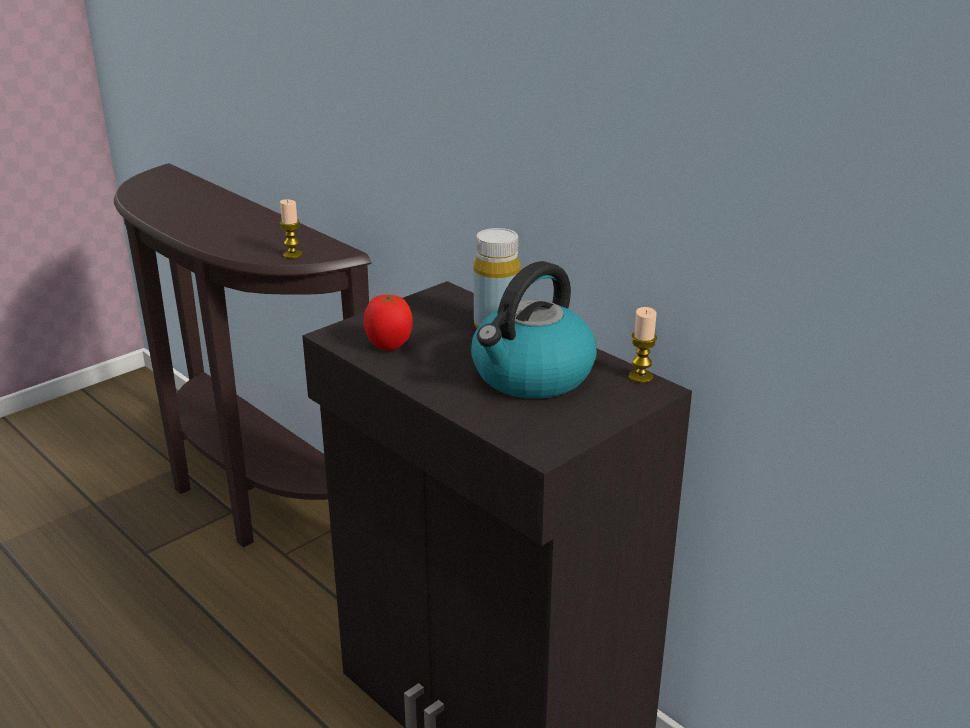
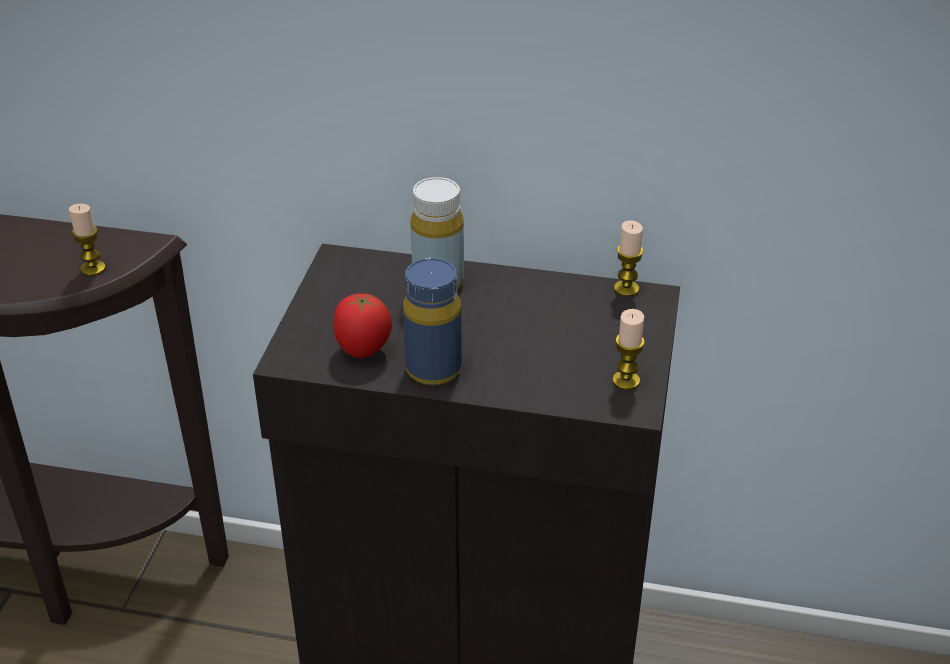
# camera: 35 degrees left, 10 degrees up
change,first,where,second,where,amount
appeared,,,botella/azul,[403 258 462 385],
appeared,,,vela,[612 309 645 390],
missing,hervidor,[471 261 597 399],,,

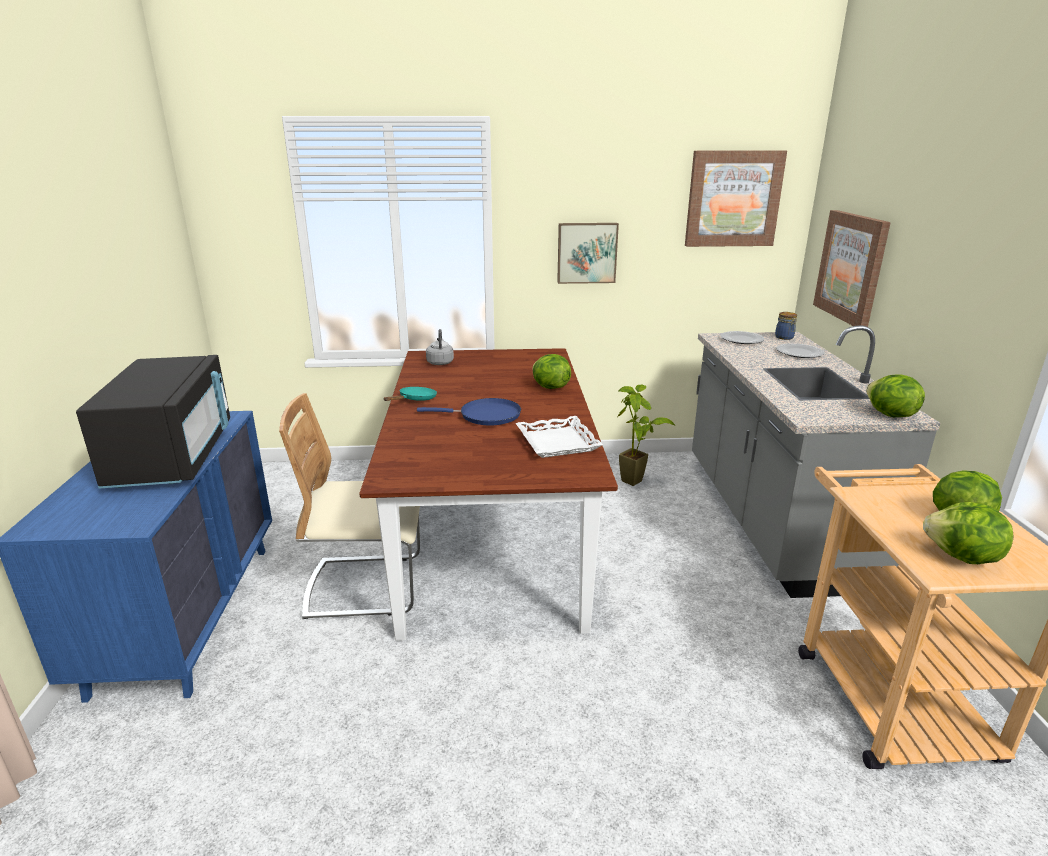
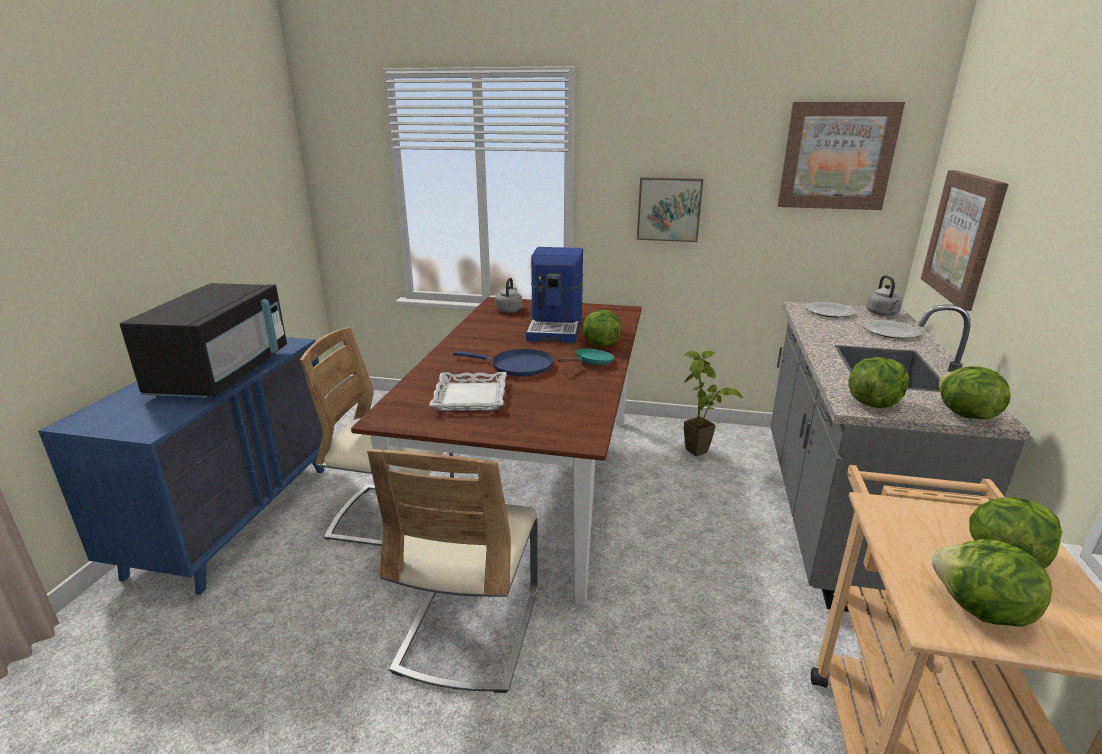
# camera: 15 degrees right, 0 degrees up
change,first,where,second,where,amount
appeared,,,silla/beis,[367 449 538 693],
relocated,bandeja/blanco,[516 416 603 458],,[429 372 507 411],
appeared,,,cafetera,[526 247 583 343],
relocated,sartén/turquesa,[383 387 437 401],,[558 349 614 365],
appeared,,,lechuga,[849 357 909 408],
exchanged,tarro,[775 312 797 340],hervidor/gris,[866 275 902 316],

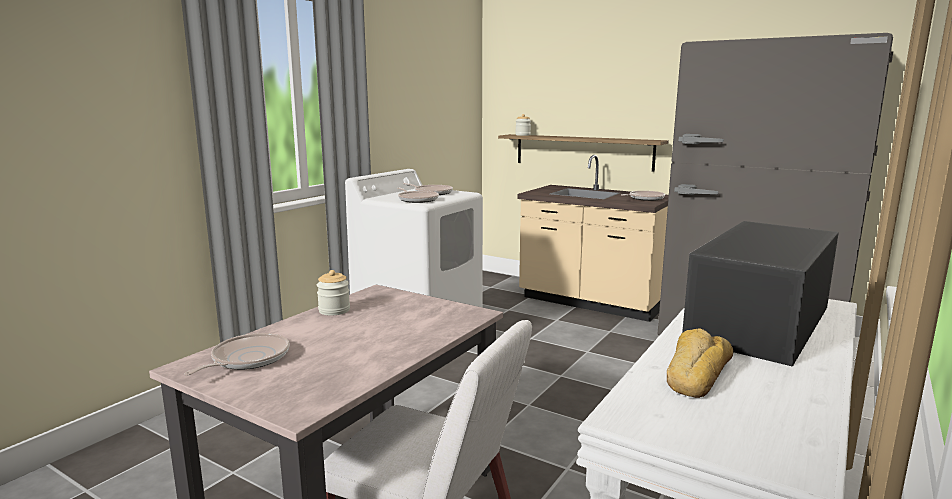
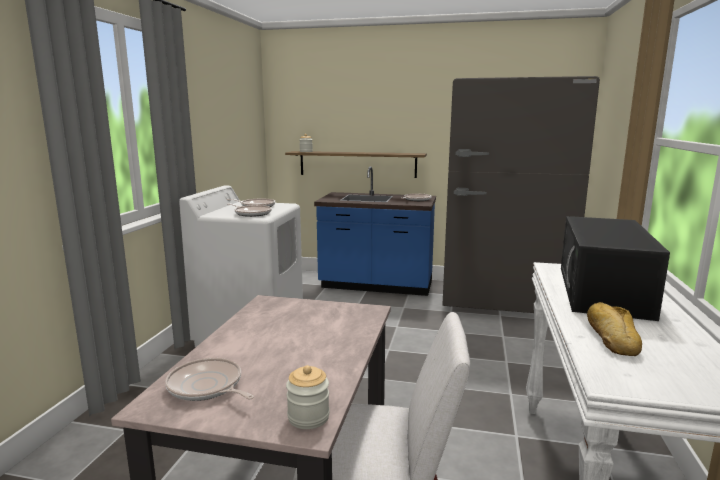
# camera: 20 degrees left, 0 degrees up
change,first,where,second,where,amount
spun,sartén,[184 333 290 375],,[165 358 254 401],60 degrees counterclockwise
relocated,tarro,[317 270 350 316],,[286 365 330 429],
colour,mueble bajo de cocina/beis,[518 155 669 322],mueble bajo de cocina/azul,[314 166 436 296],

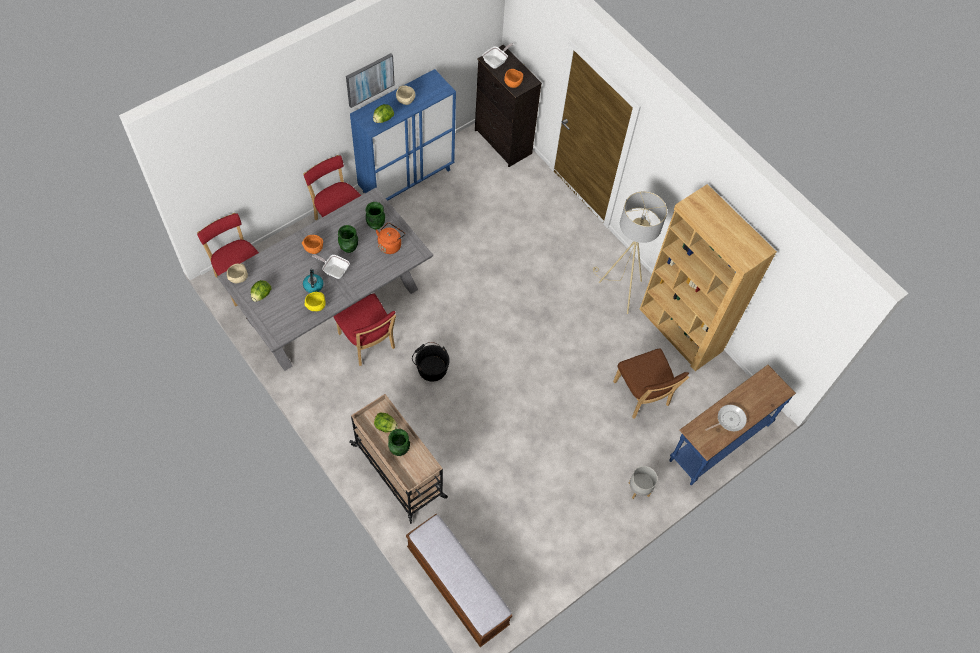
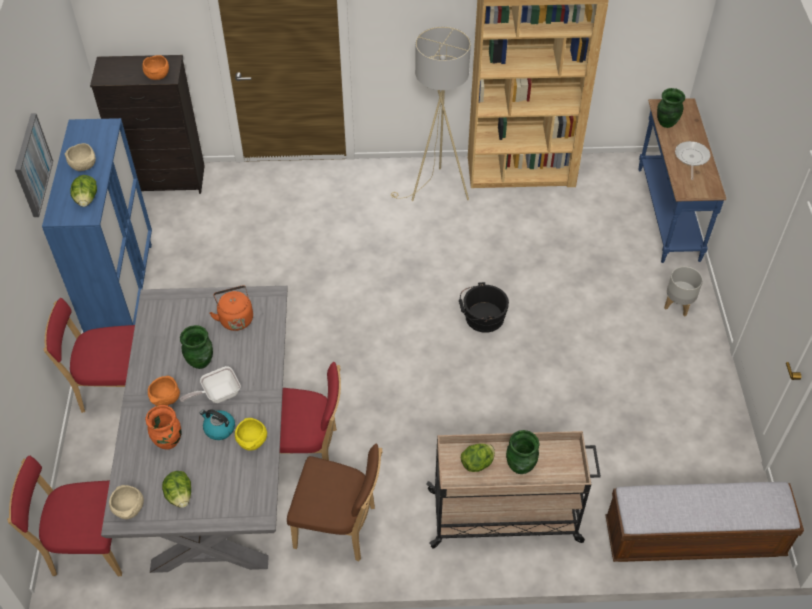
# camera: 50 degrees left, 10 degrees down
change,first,where,second,where,amount
appeared,,,florero/naranja,[145 405 181 450],
relocated,silla/marrón,[613 349 689 418],,[287 444 383 562],
relocated,cubo/negro,[412 342 450 382],,[459 282 509 333],
relocated,florero/verde,[366 202 385 230],,[657 88 685 128],
missing,sartén,[482 43 514 69],,,

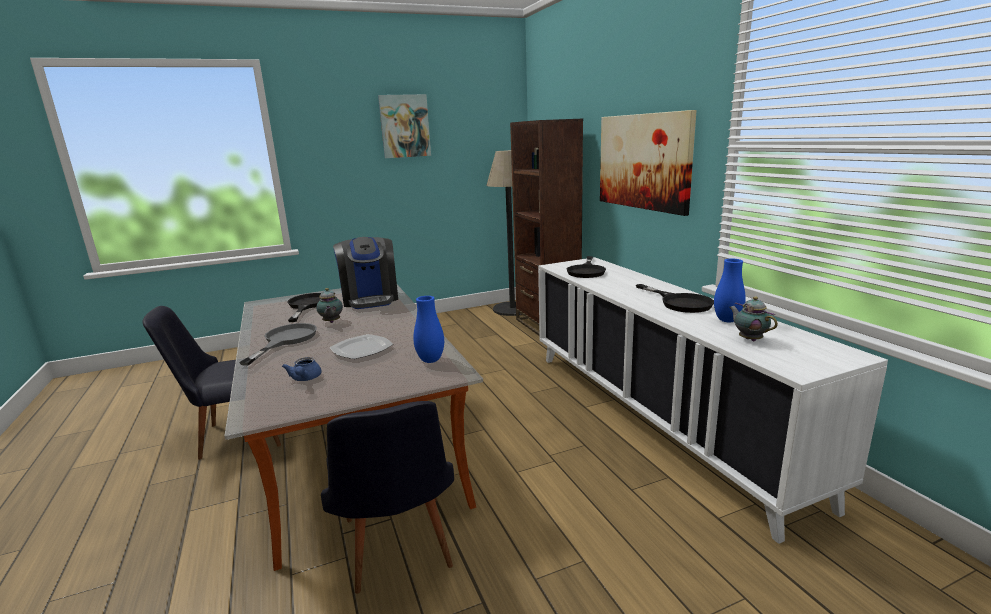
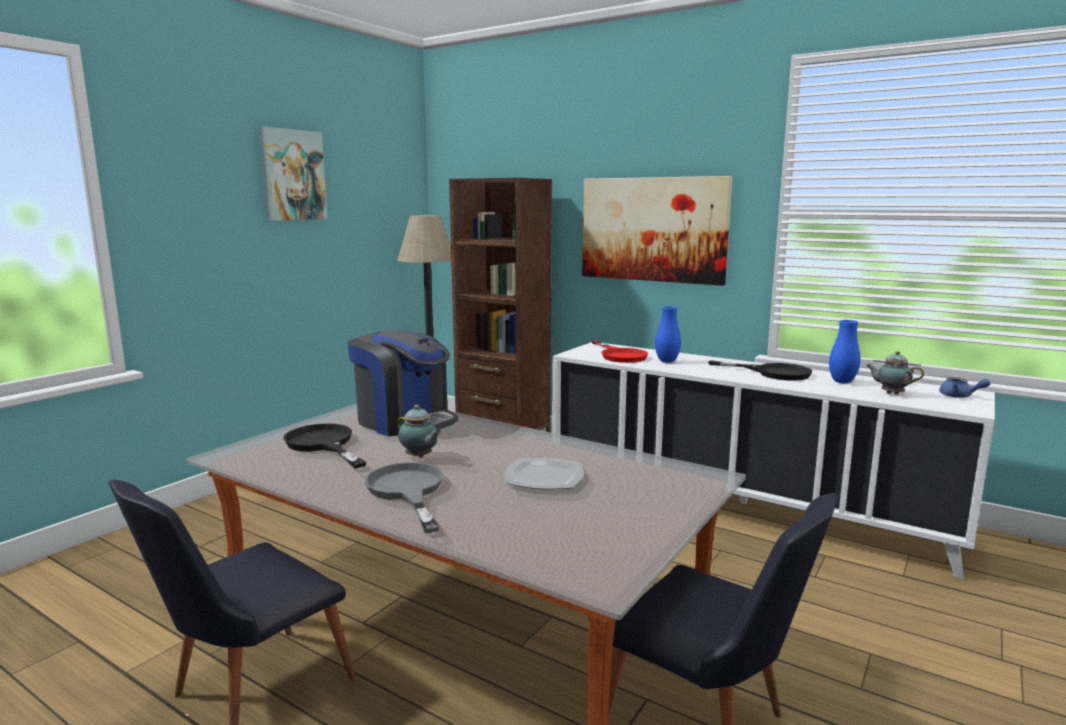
# camera: 35 degrees left, 5 degrees down
change,first,where,second,where,amount
colour,sartén/negro,[567 256 606 278],sartén/rojo,[592 340 648 363],
relocated,florero/azul,[413 296 444 363],,[655 306 681 363],
relocated,tetera/azul,[282 357 321 381],,[939 377 991 398],

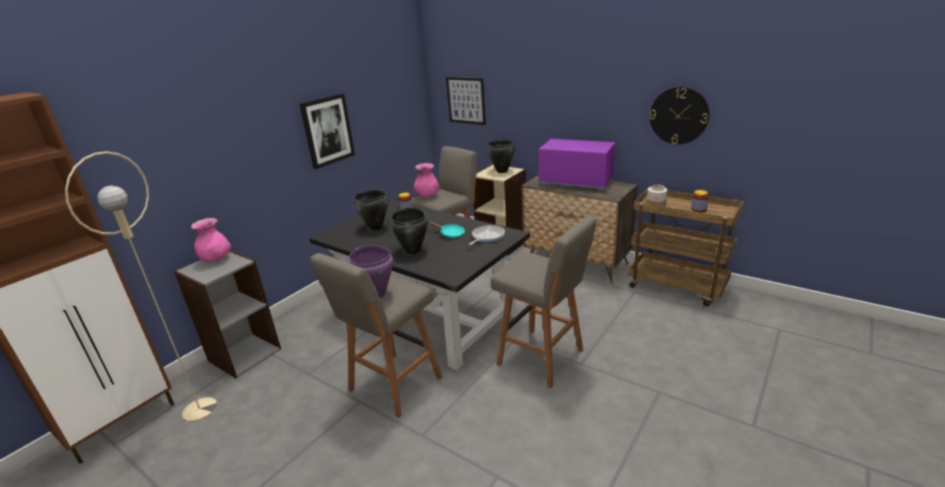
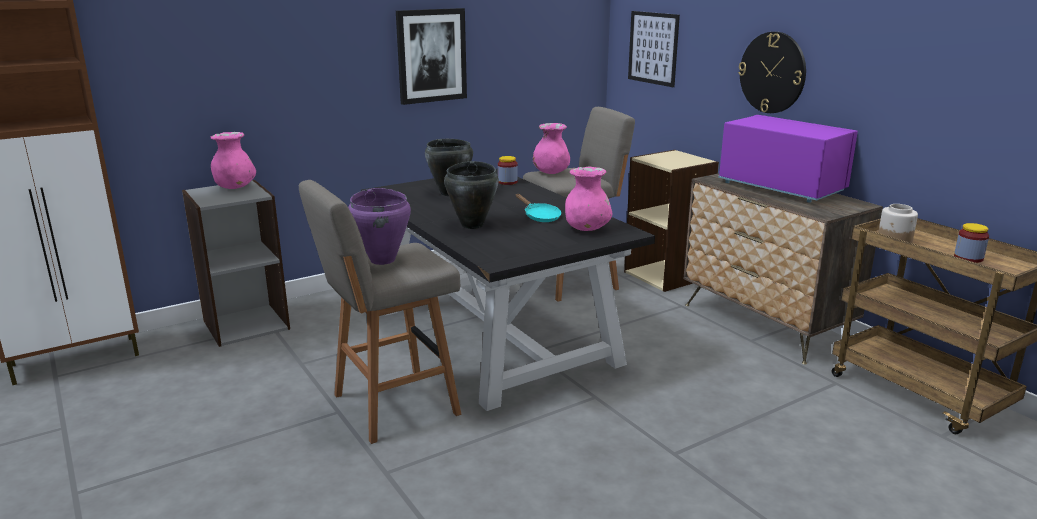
# camera: 20 degrees right, 5 degrees down
change,first,where,second,where,amount
exchanged,sartén,[469 225 505 245],florero/rosa,[565 167 612 231],
relocated,reloj de pared,[650 87 709 144],,[738 32 806 113],
missing,lámpara de pie/beis,[65 151 217 422],,,
missing,olla/negro,[487 140 515 173],,,
missing,taburete/gris,[491 216 597 388],,,

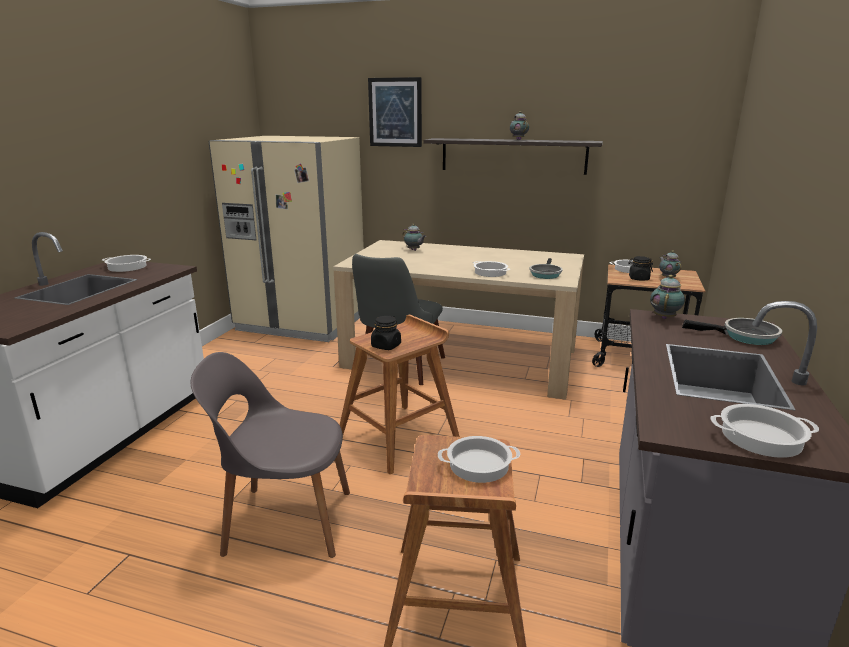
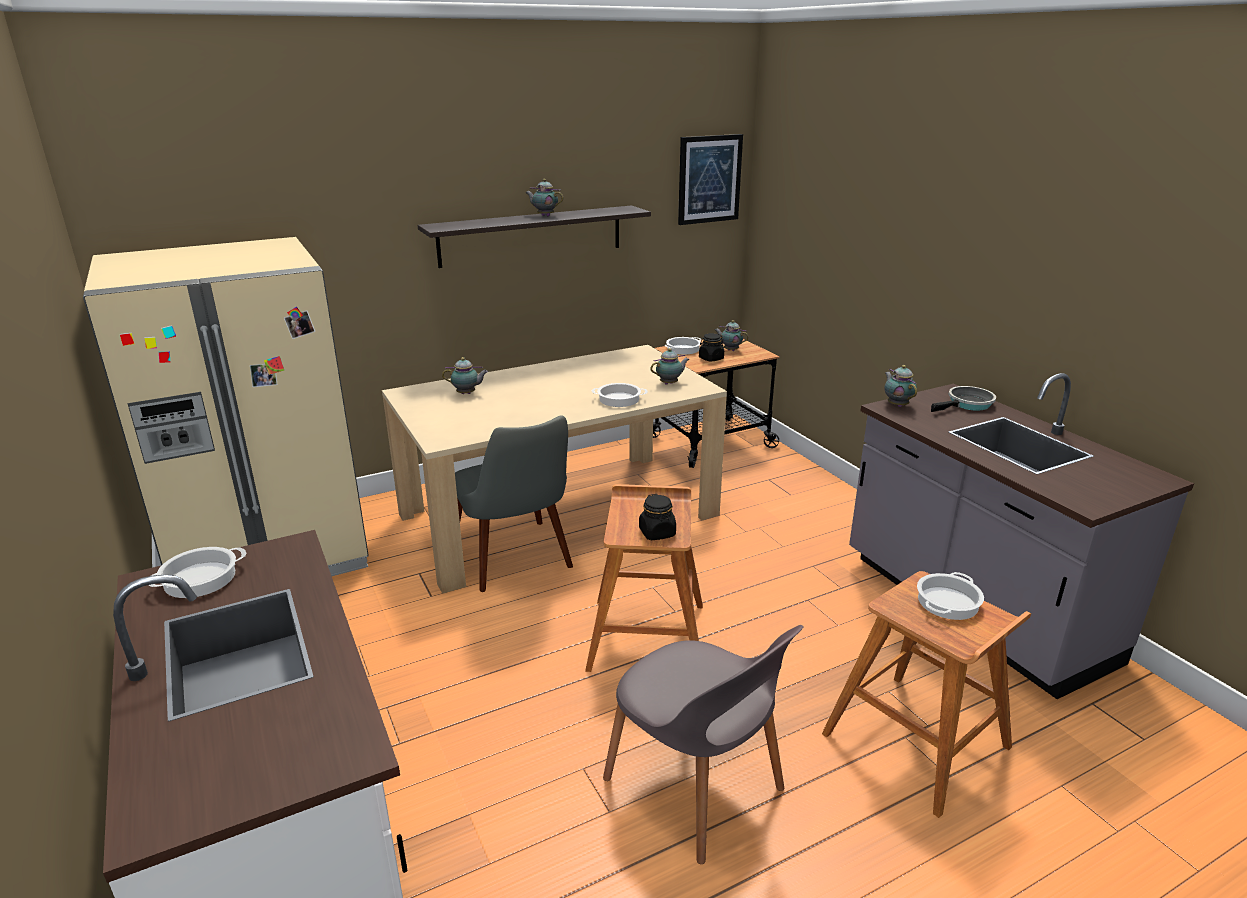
# camera: 45 degrees left, 5 degrees up
change,first,where,second,where,amount
spun,silla/gris,[191 352 350 558],,[603 625 804 864],90 degrees counterclockwise
exchanged,sartén,[530 258 562 279],tetera,[650 348 690 385],
relocated,cuadro,[368 77 422 147],,[678 134 743 225],
missing,olla,[710 404 819 458],,,

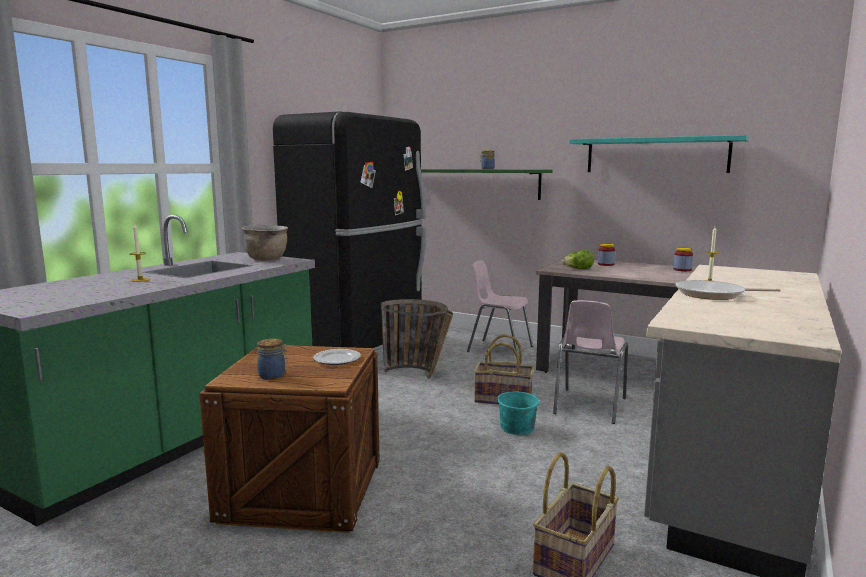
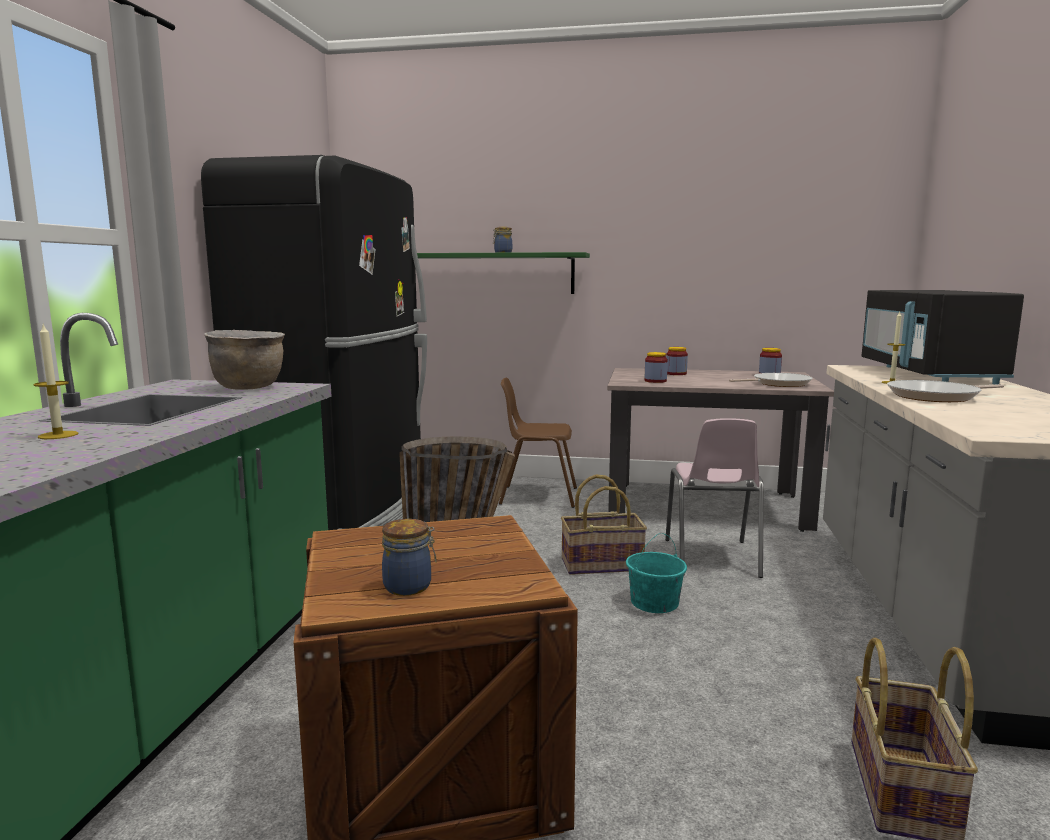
# camera: 20 degrees left, 0 degrees up
change,first,where,second,where,amount
colour,silla/rosa,[467 260 533 356],silla/marrón,[499 378 577 508],
exchanged,lechuga,[561 250 594 269],tarro,[645 352 668 383],
appeared,,,sartén,[729 373 813 387],
appeared,,,microondas/negro,[862 290 1024 385],
missing,plato,[313 349 361 365],,,
missing,estante/turquesa,[569 135 748 173],,,

